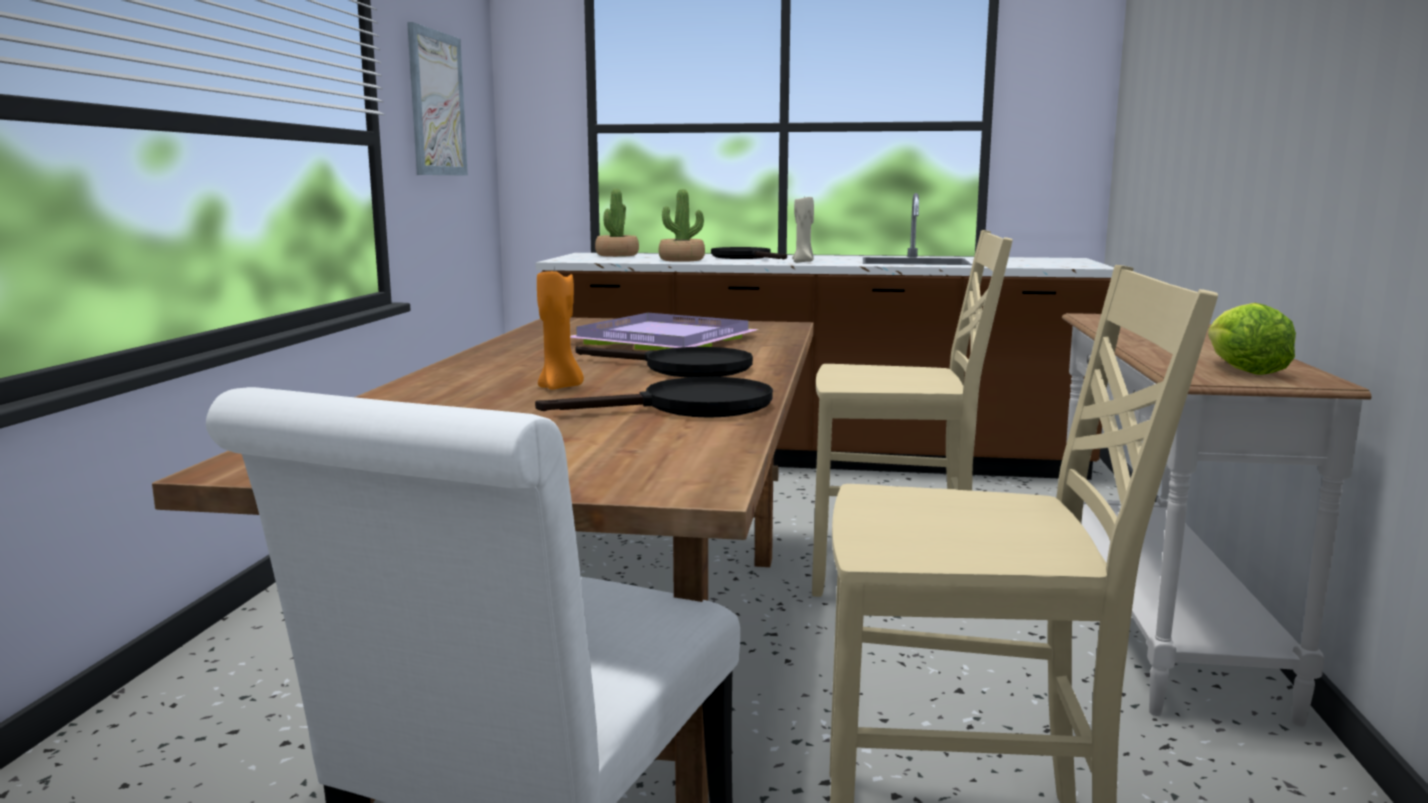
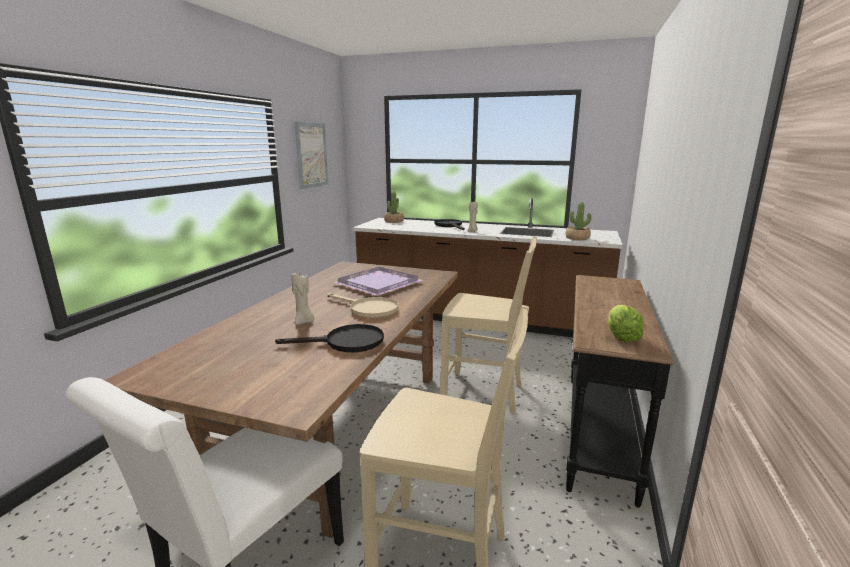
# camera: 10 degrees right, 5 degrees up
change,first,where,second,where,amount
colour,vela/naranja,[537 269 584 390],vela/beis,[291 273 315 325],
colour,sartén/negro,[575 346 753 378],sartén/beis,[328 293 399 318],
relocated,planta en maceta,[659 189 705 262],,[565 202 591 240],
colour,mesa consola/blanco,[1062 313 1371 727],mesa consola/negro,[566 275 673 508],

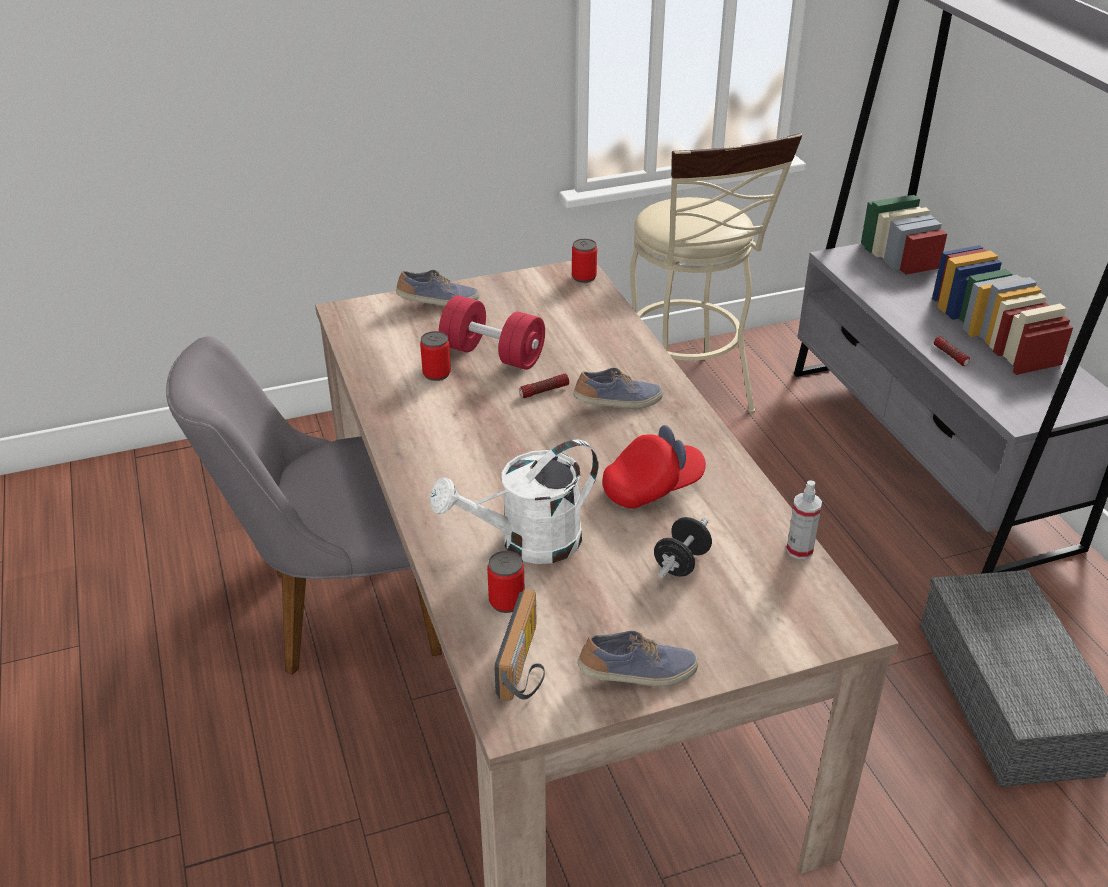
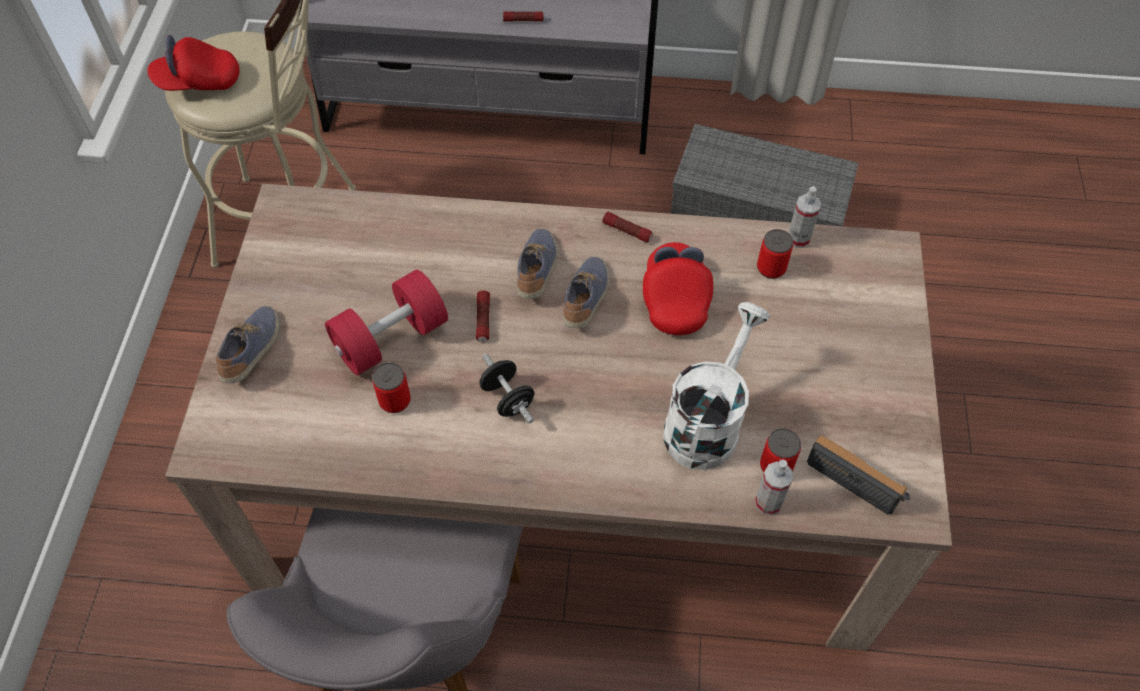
# camera: 65 degrees left, 20 degrees up
change,first,where,second,where,amount
appeared,,,gorra/rojo,[147 35 240 91],
relocated,mancuerna/negro,[654 517 712 578],,[479 354 534 424],
relocated,zapato,[578 631 698 687],,[563 256 610 328],
appeared,,,linterna,[602 211 653 243],
spun,regadera/blanco,[430 439 599 564],,[663 302 770 470],150 degrees counterclockwise
appeared,,,pulverizador,[755 460 793 515],
relocated,lata,[572 239 597 283],,[757 229 793 279],

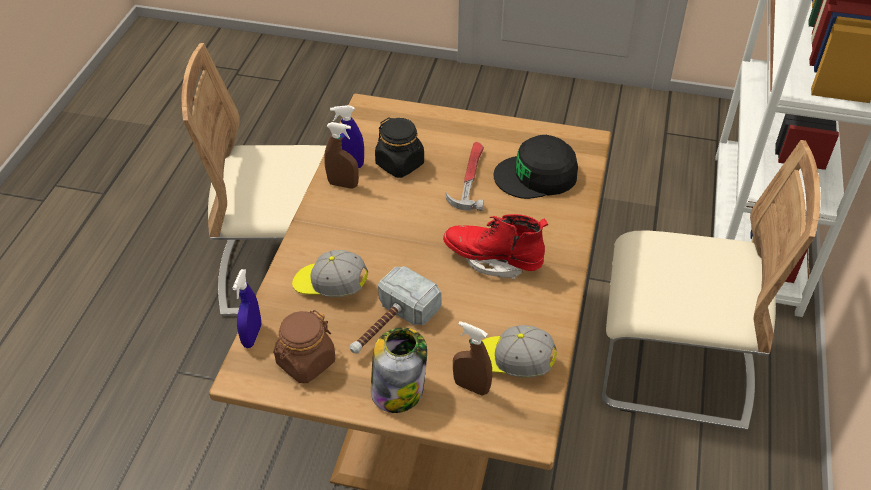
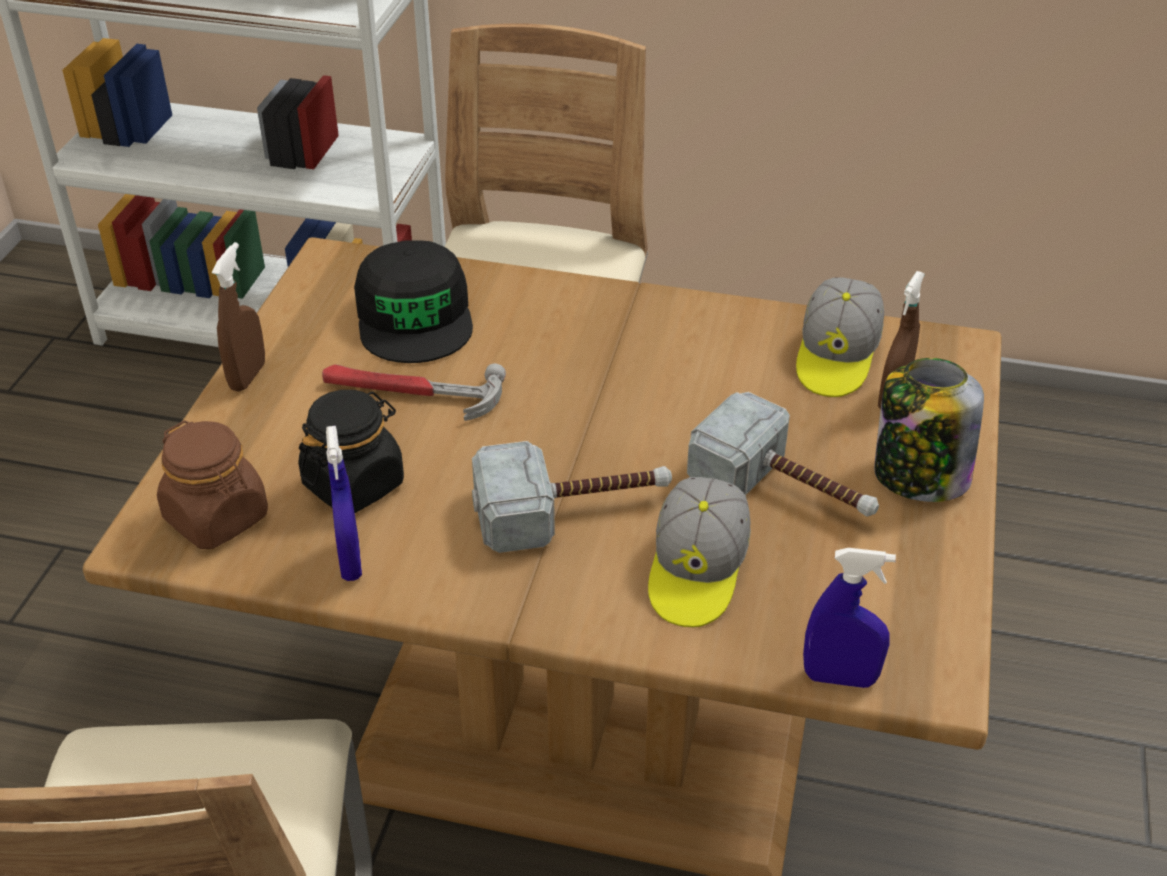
# camera: 90 degrees left, 5 degrees down
change,first,where,second,where,amount
relocated,tarro/marrón,[273 310 335 383],,[157 420 268 549],
relocated,pulverizador/marrón,[324 122 359 189],,[212 242 265 392],
appeared,,,martillo,[472 441 672 553],
missing,bota/rojo,[443 214 548 279],,,

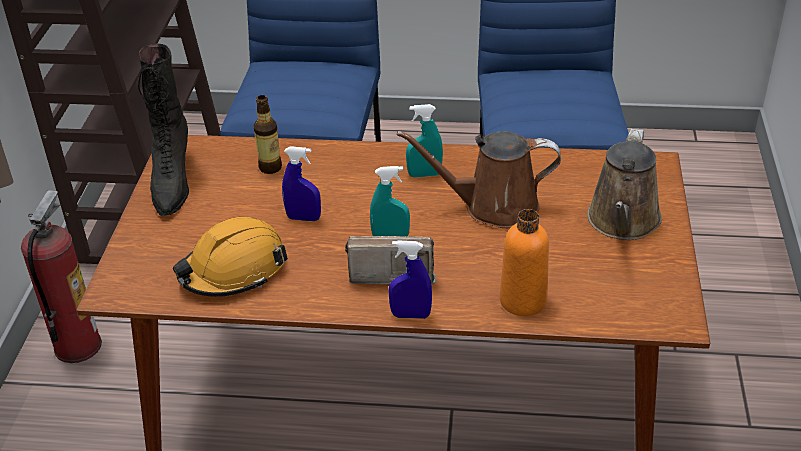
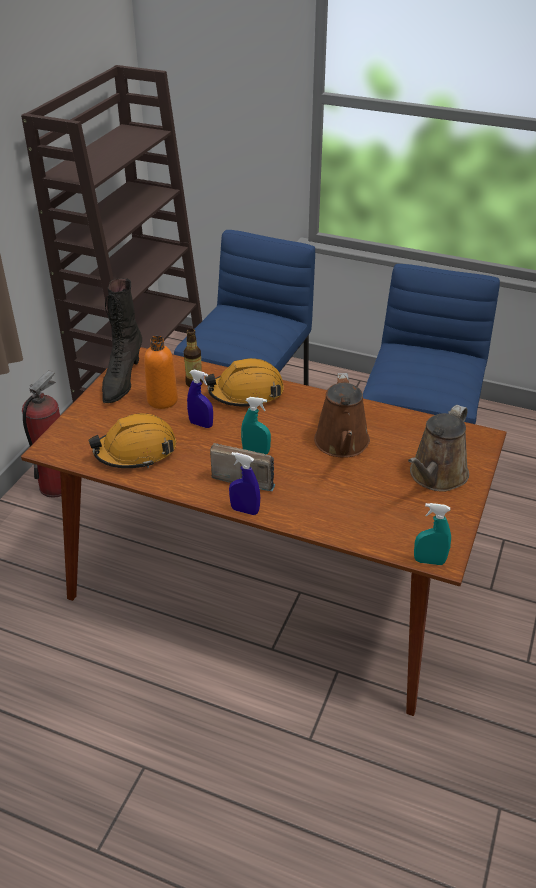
# camera: 15 degrees right, 0 degrees up
change,first,where,second,where,amount
relocated,botella/naranja,[499 209 549 316],,[144 336 178 409],
appeared,,,casco/naranja,[205 358 284 407],
spun,regadera/marrón,[397 131 561 228],,[314 373 370 458],105 degrees counterclockwise
relocated,pulverizador/turquesa,[406 104 443 178],,[414 503 451 565],

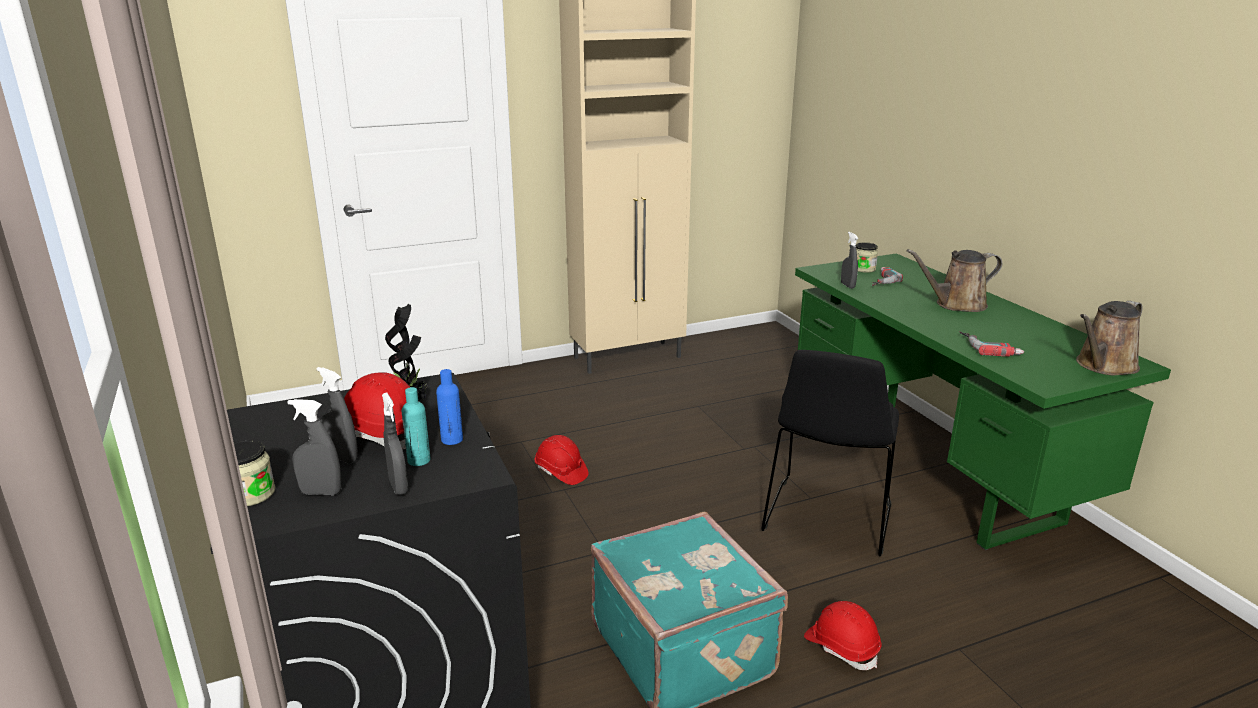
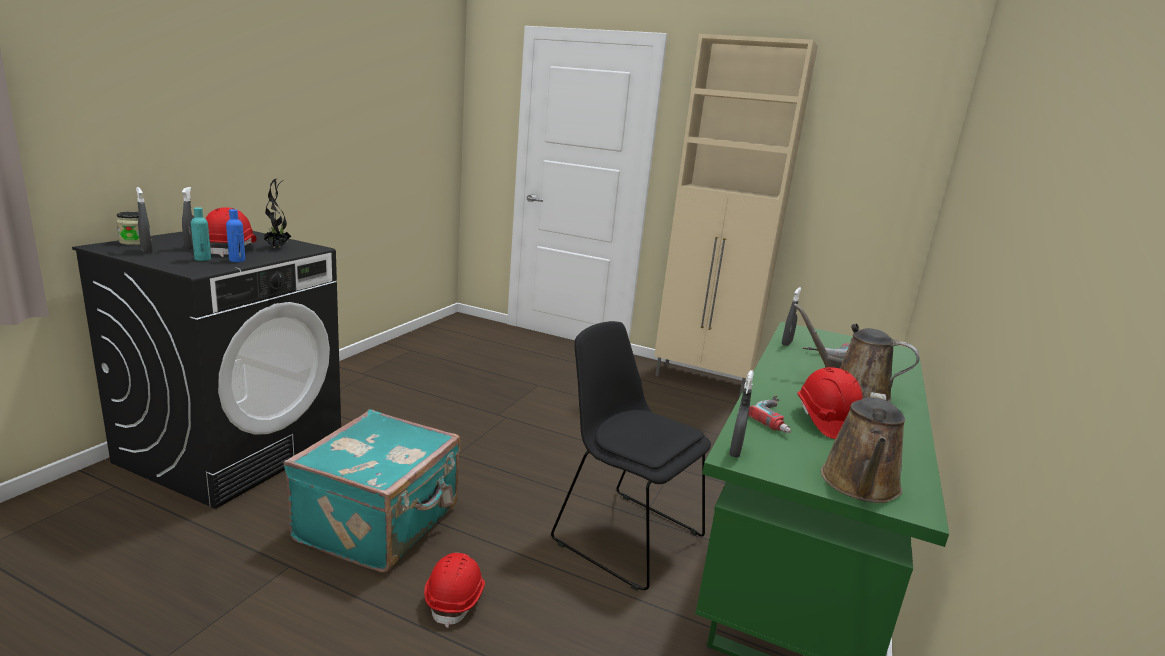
# camera: 45 degrees right, 5 degrees down
change,first,where,second,where,amount
spun,silla/negro,[761 350 899 556],,[551 321 711 591],60 degrees clockwise
relocated,pulverizador/gris,[382 393 409 495],,[729 370 754 457],
relocated,casco/rojo,[535 435 588 485],,[797 367 863 439],
spun,regadera/marrón,[1076 301 1142 376],,[821 392 905 503],75 degrees counterclockwise
missing,tarro,[856 242 878 273],,,

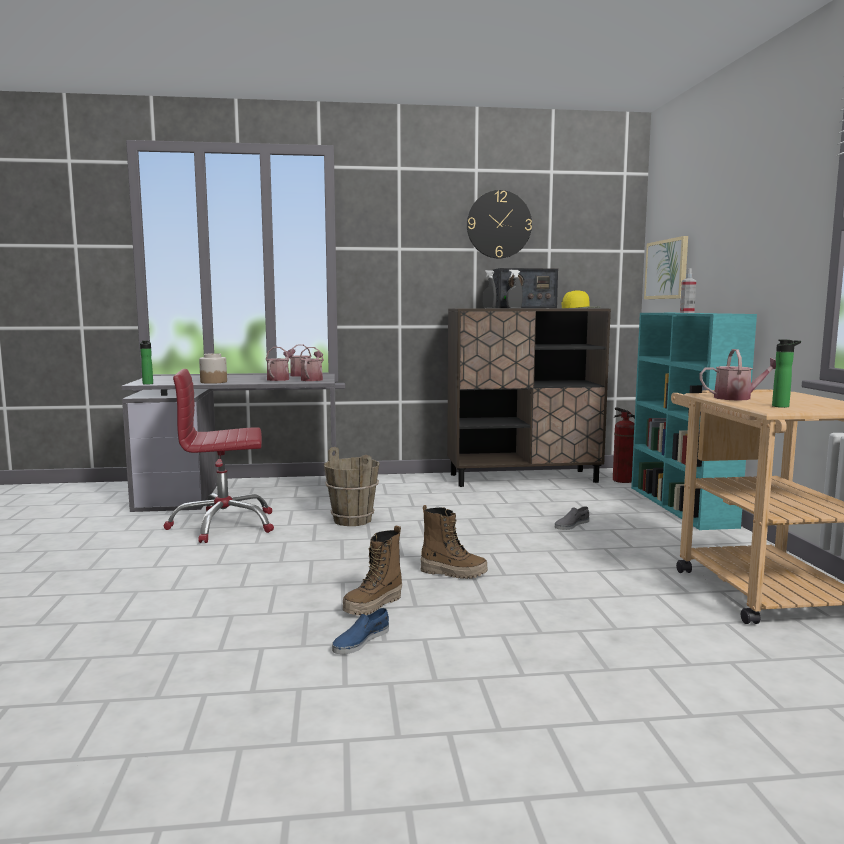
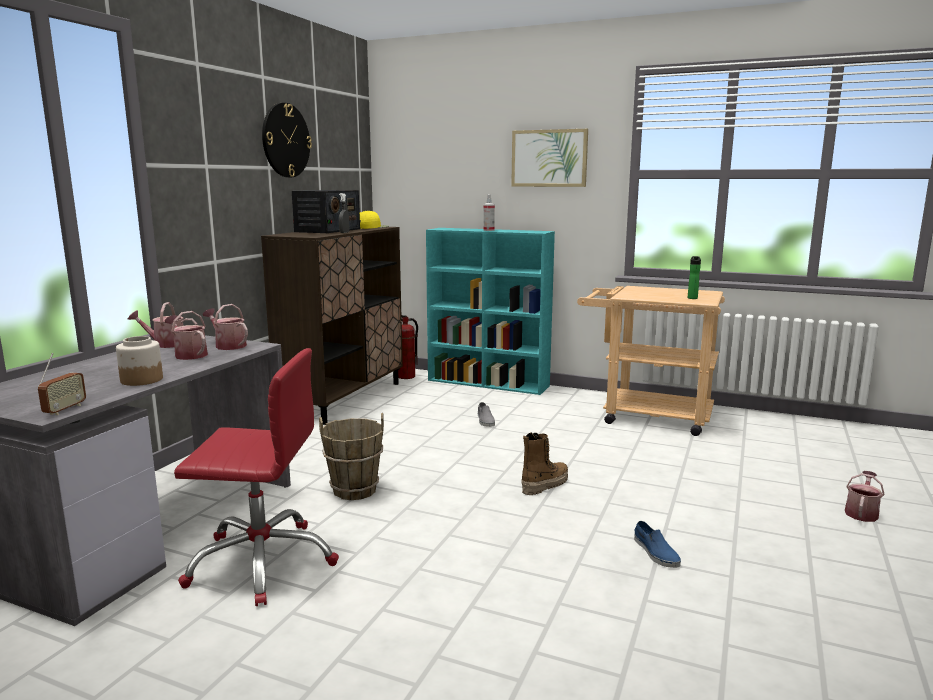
# camera: 60 degrees left, 5 degrees up
change,first,where,second,where,amount
exchanged,botella,[140 341 153 385],radio,[38 353 86 415],
spun,silla de oficina/rojo,[164 369 274 543],,[174 348 339 606],105 degrees counterclockwise
relocated,cuadro,[644 236 688 299],,[511 129 588 187],
relocated,regadera,[700 349 776 401],,[845 471 884 522],
missing,bota,[343 525 402 615],,,
missing,pulverizador/gris,[483 270 497 308],,,

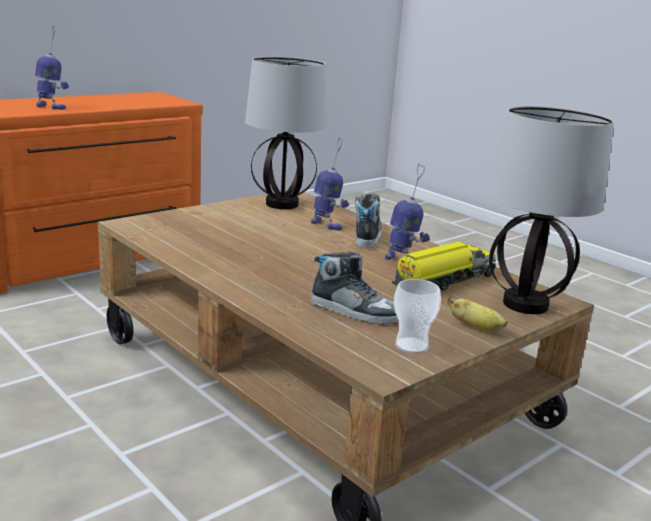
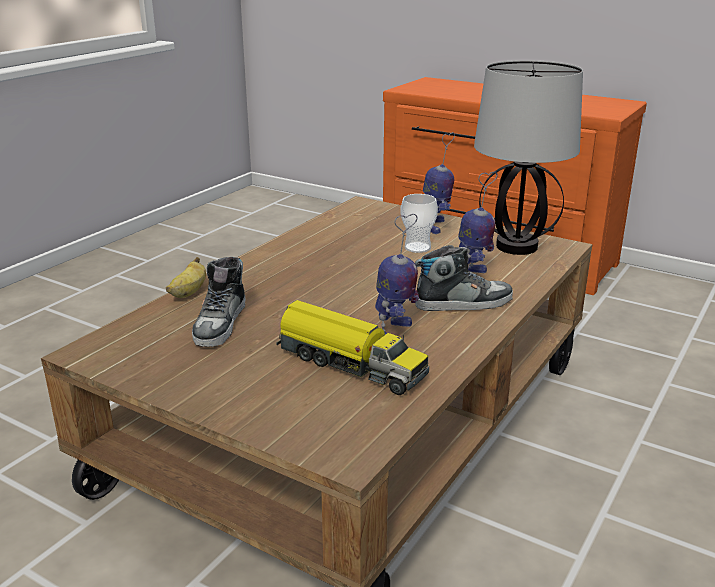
# camera: 75 degrees right, 5 degrees up
change,first,where,second,where,amount
relocated,plátano,[447 296 508 332],,[166 257 206 298],
relocated,taza,[394 279 441 354],,[400 194 438 253],
relocated,robot de juguete,[35 26 69 110],,[423 132 455 234],
missing,lámpara de mesa,[488 106 614 314],,,

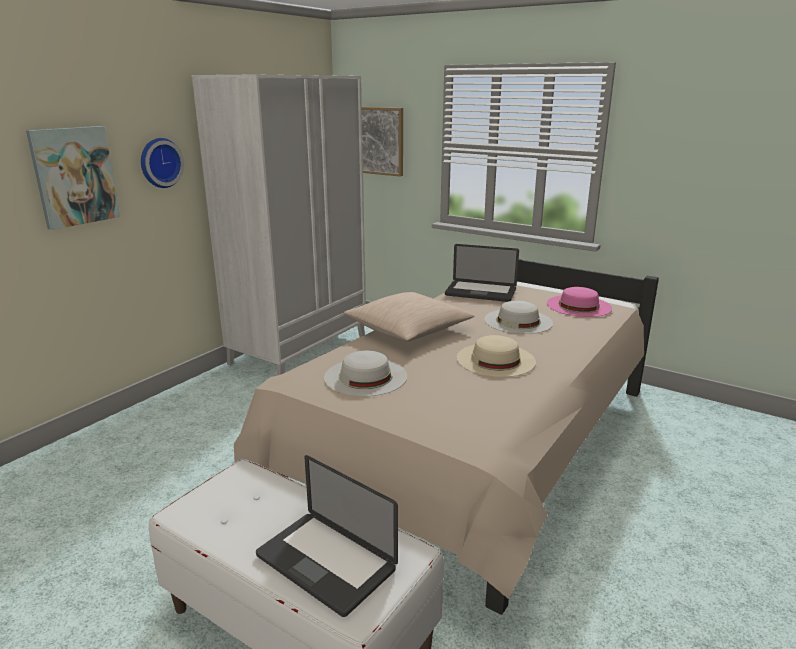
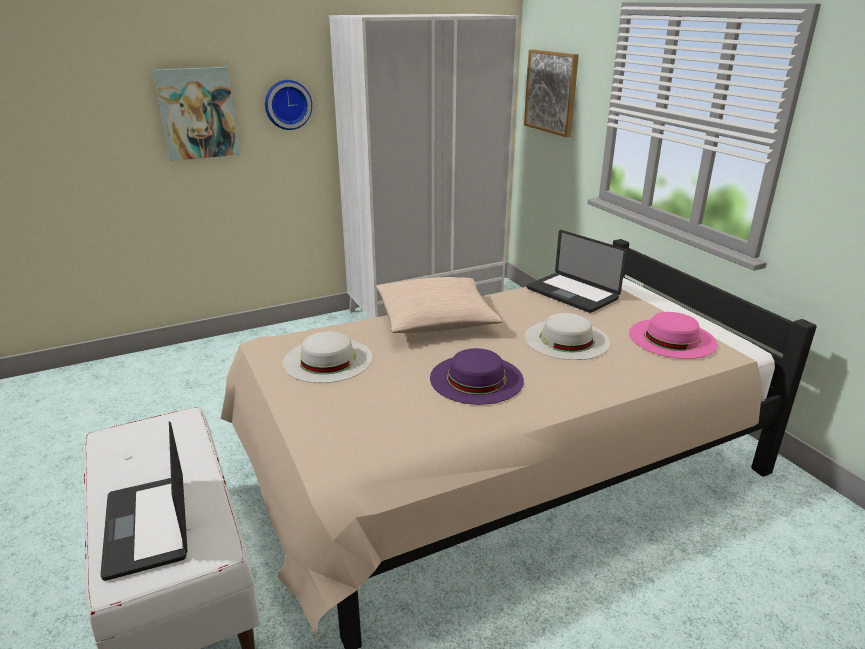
# camera: 30 degrees right, 5 degrees up
change,first,where,second,where,amount
colour,sombrero/beis,[457 335 536 377],sombrero/morado,[430 348 524 405],

